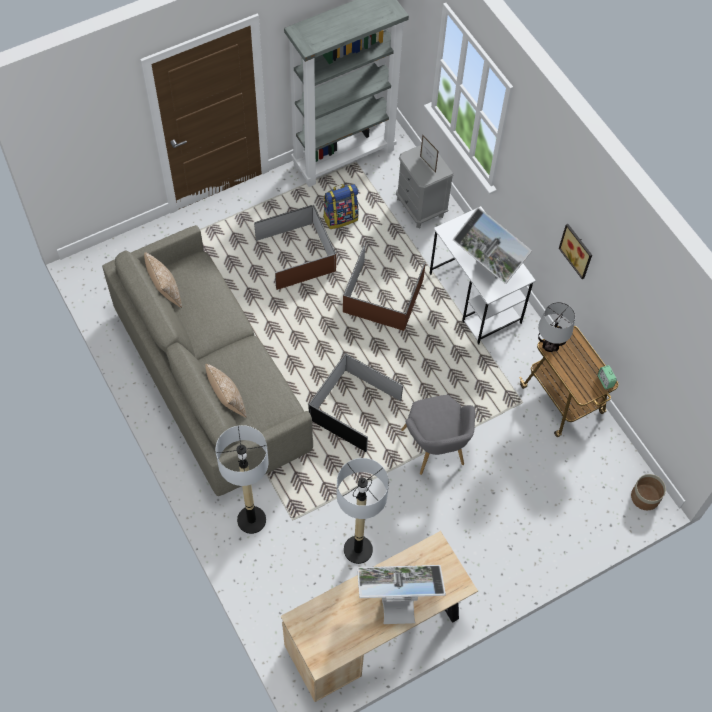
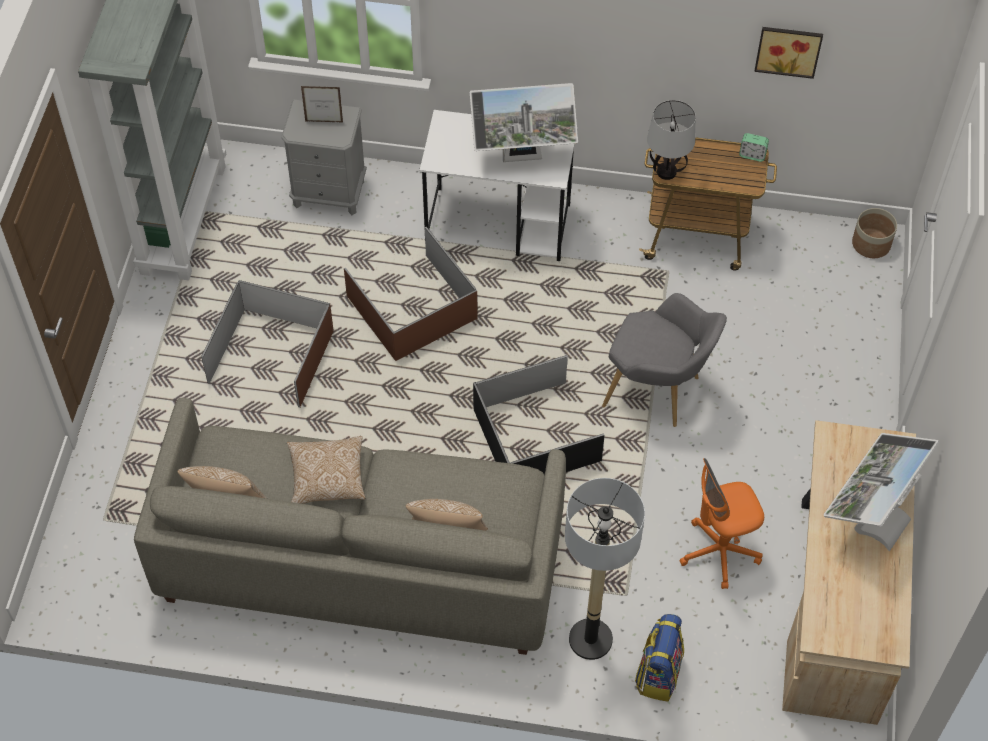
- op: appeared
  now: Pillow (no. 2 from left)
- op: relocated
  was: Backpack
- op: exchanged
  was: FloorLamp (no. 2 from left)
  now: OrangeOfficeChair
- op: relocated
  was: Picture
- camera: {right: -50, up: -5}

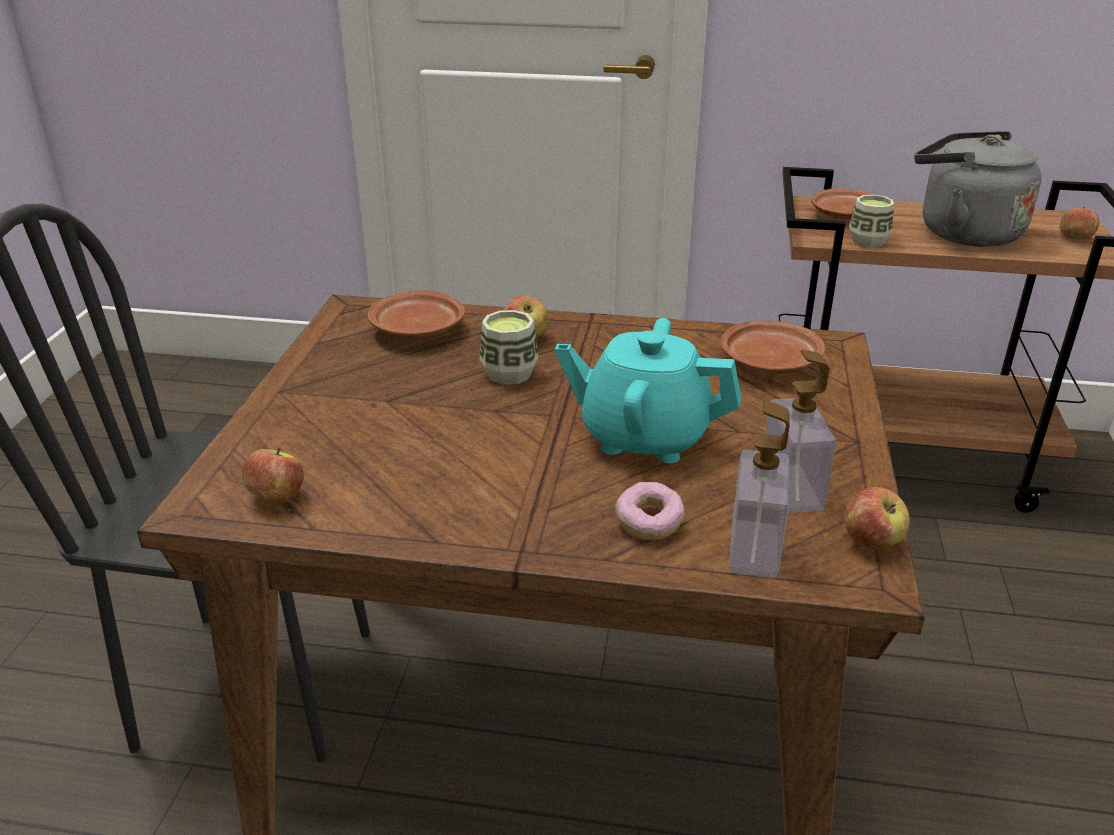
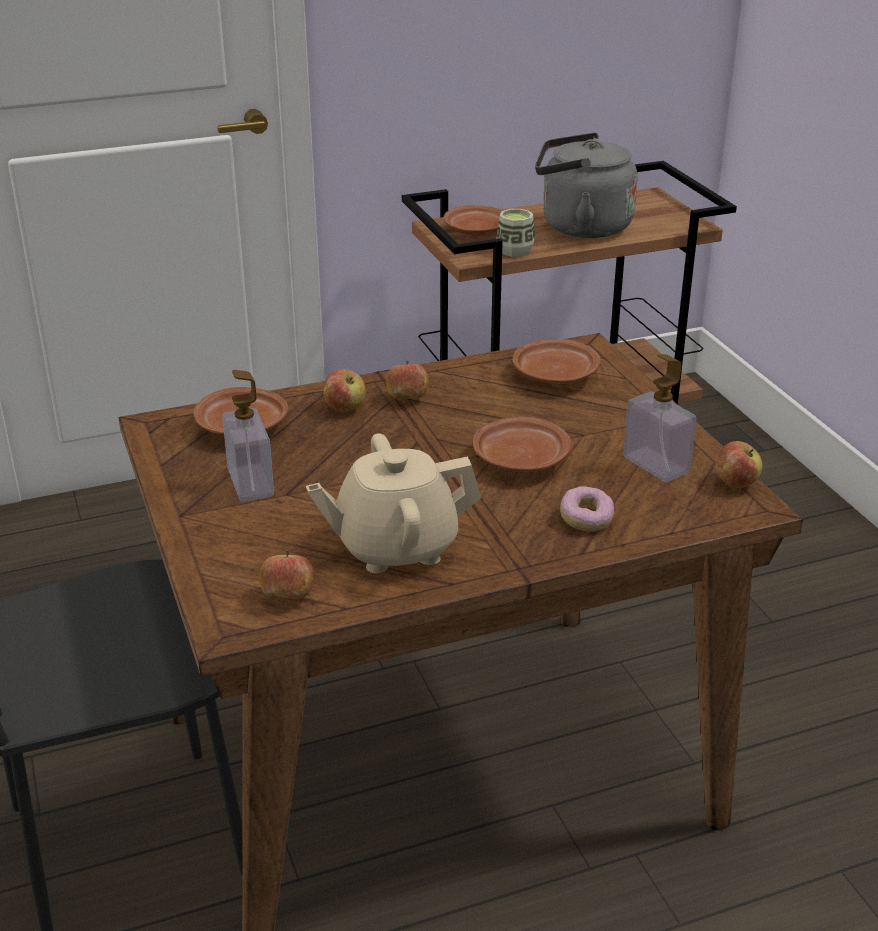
- op: relocated
  was: SoapDispenser (no. 1 from left)
- op: appeared
  now: BeigeTeapot
- op: relocated
  was: Apple (no. 4 from left in the first image)
  now: Apple (no. 3 from left)
- op: exchanged
  was: TurquoiseTeapot
  now: BrownPlate (no. 3 from left)
- op: missing
  was: Cup (no. 1 from left)
- camera: {right: -30, up: 0}

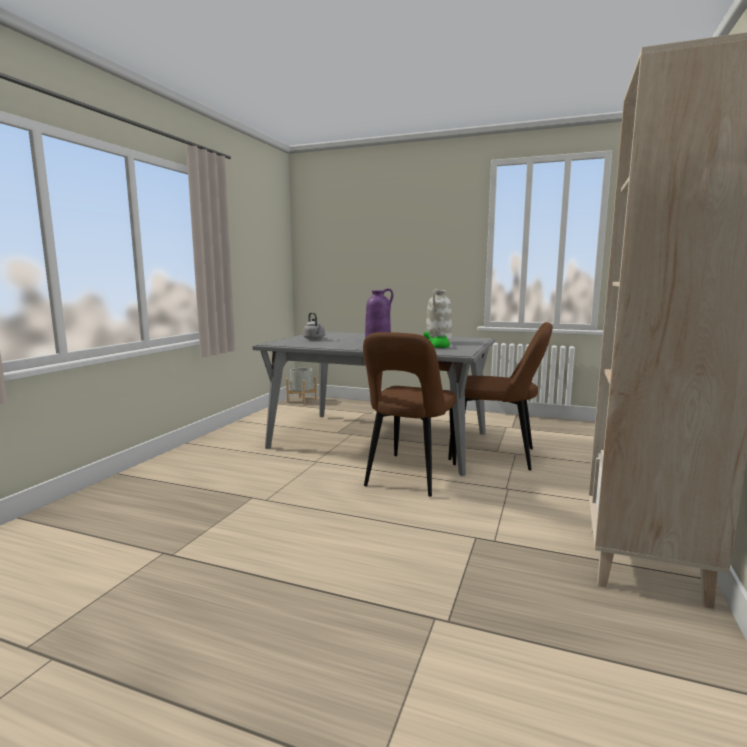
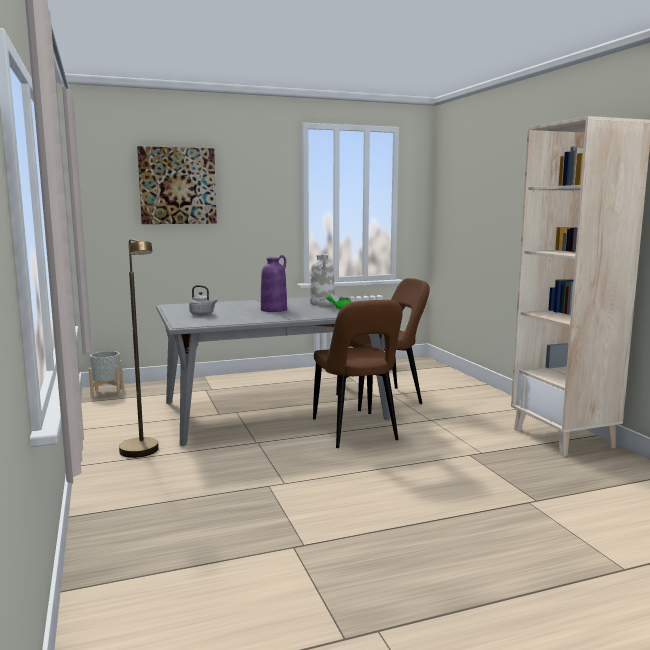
- op: appeared
  now: BrownFloorLamp
- op: appeared
  now: Picture
- camera: {right: -40, up: 0}

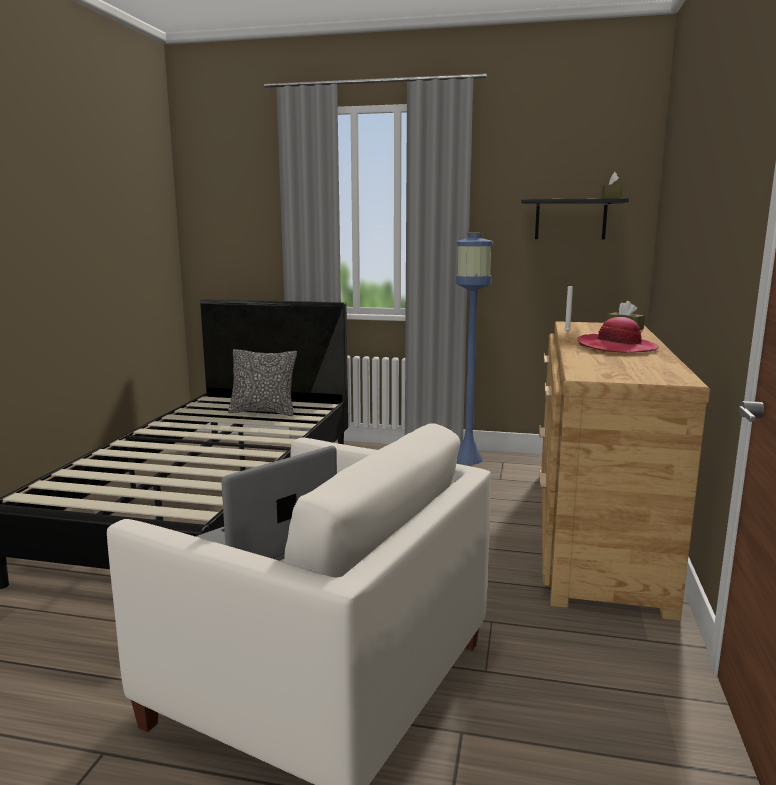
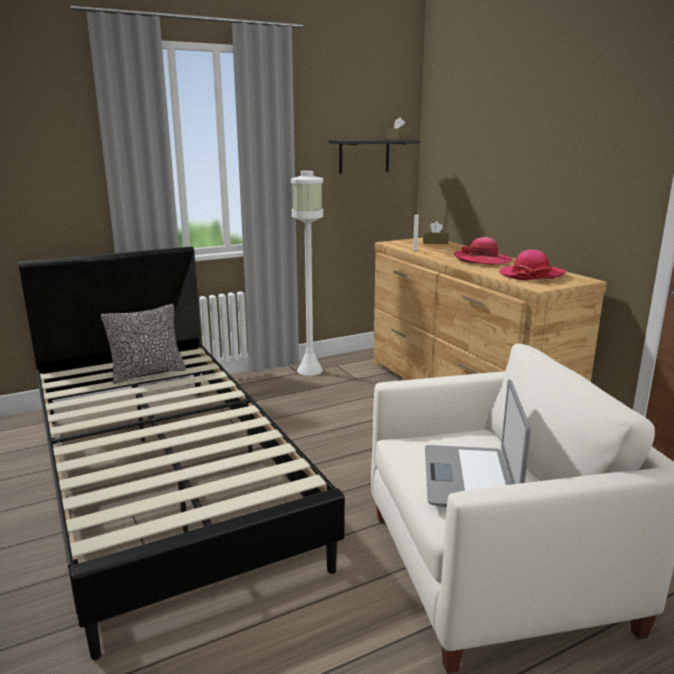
- op: colour
  was: BlueFloorLamp
  now: WhiteFloorLamp
- op: appeared
  now: Hat (no. 2 from left)
- camera: {right: -40, up: 5}

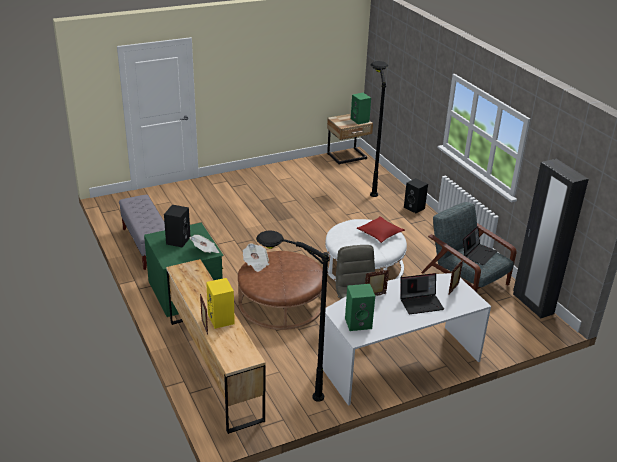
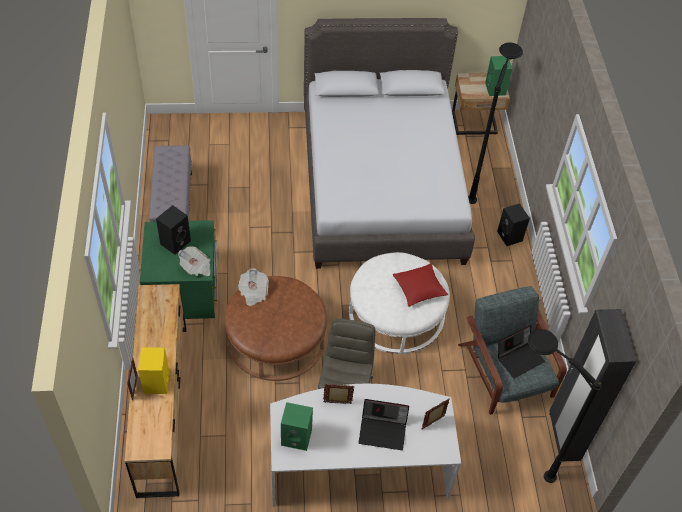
- op: appeared
  now: GreyBed
- op: relocated
  was: BlackFloorLamp (no. 1 from left in the first image)
  now: BlackFloorLamp (no. 2 from left)
- camera: {right: 20, up: 20}

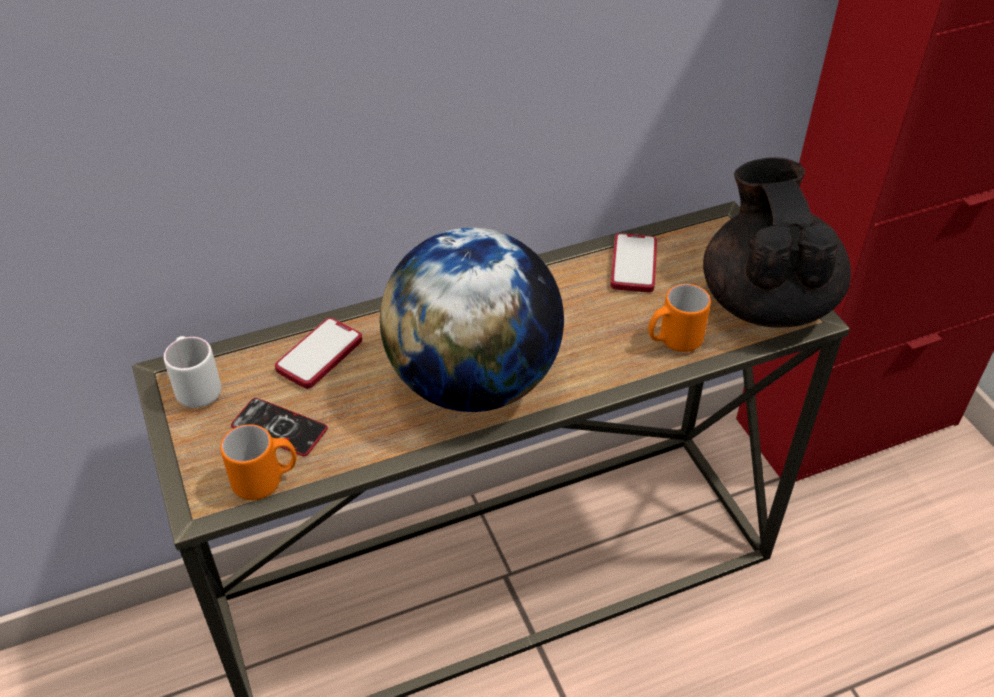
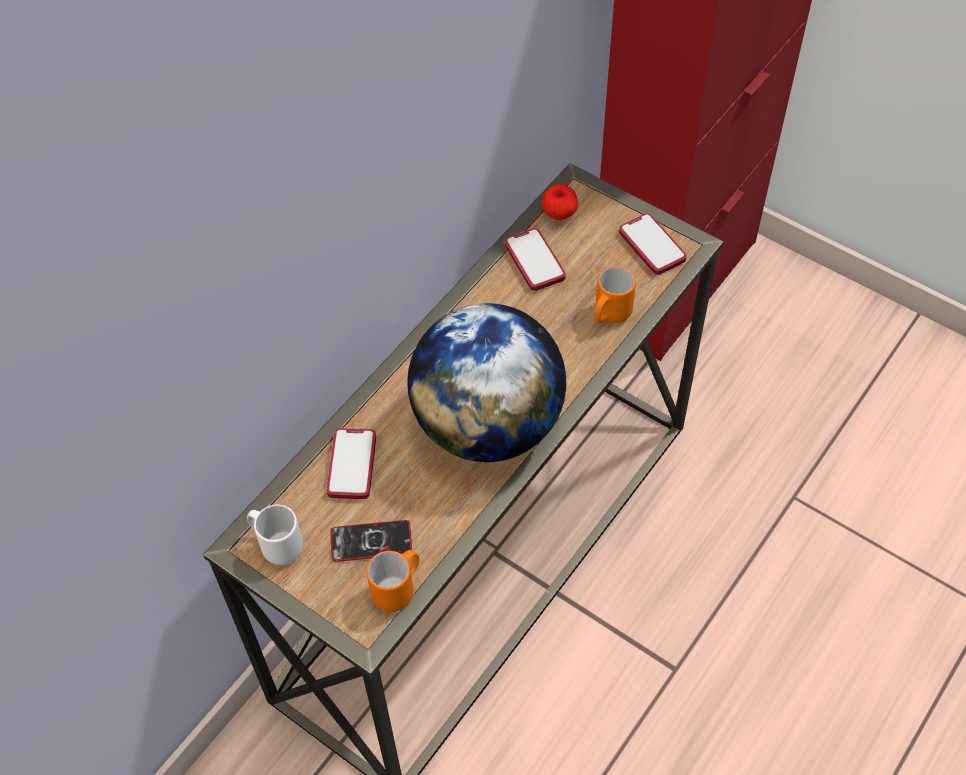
- op: appeared
  now: Apple
- op: exchanged
  was: BlackTeapot
  now: Phone (no. 4 from left)
- camera: {right: -30, up: 10}

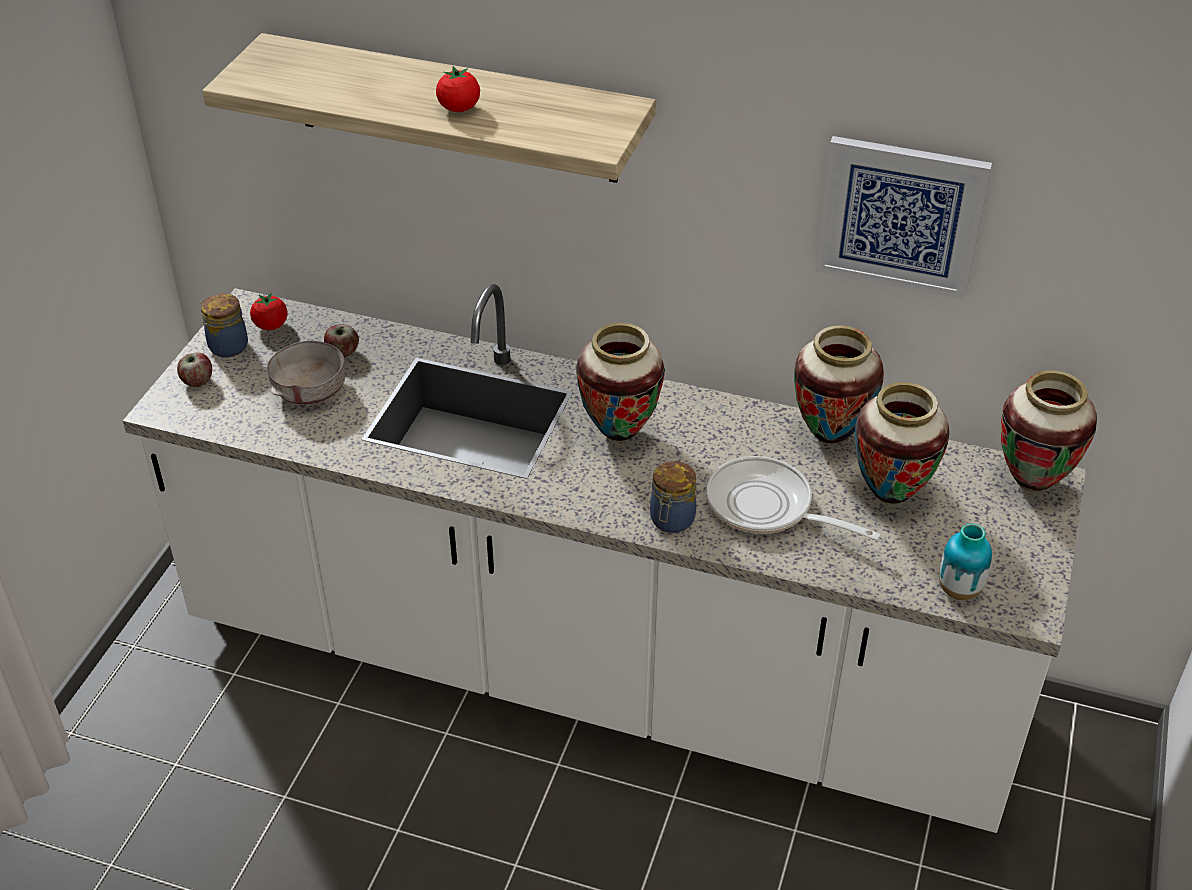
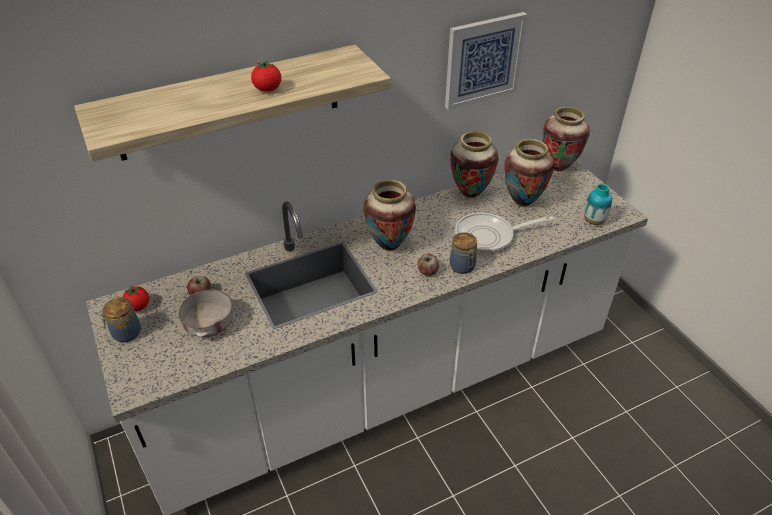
- op: relocated
  was: Apple (no. 1 from left in the first image)
  now: Apple (no. 2 from left)
- camera: {right: -45, up: 0}

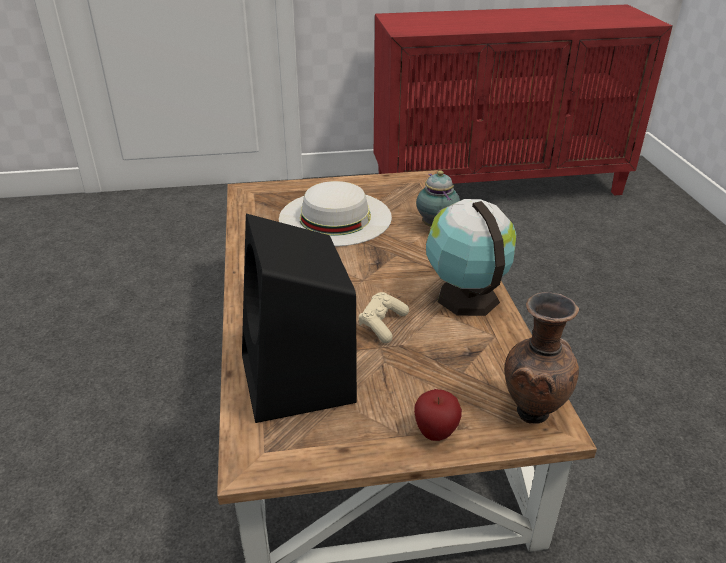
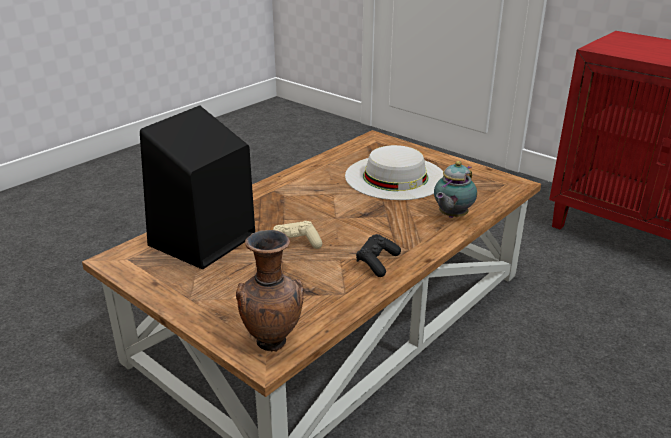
- op: exchanged
  was: Globe
  now: BlackGameController
- op: missing
  was: Apple
- camera: {right: 50, up: -5}

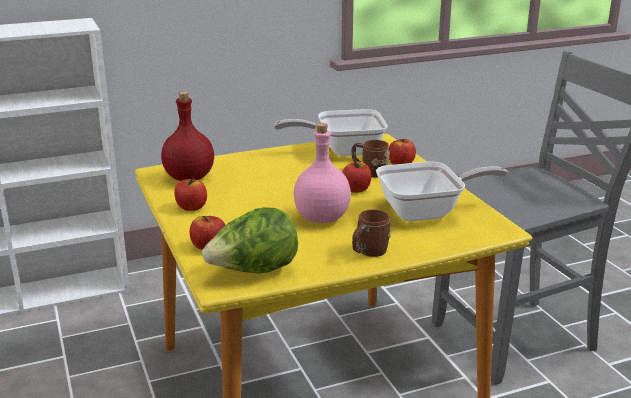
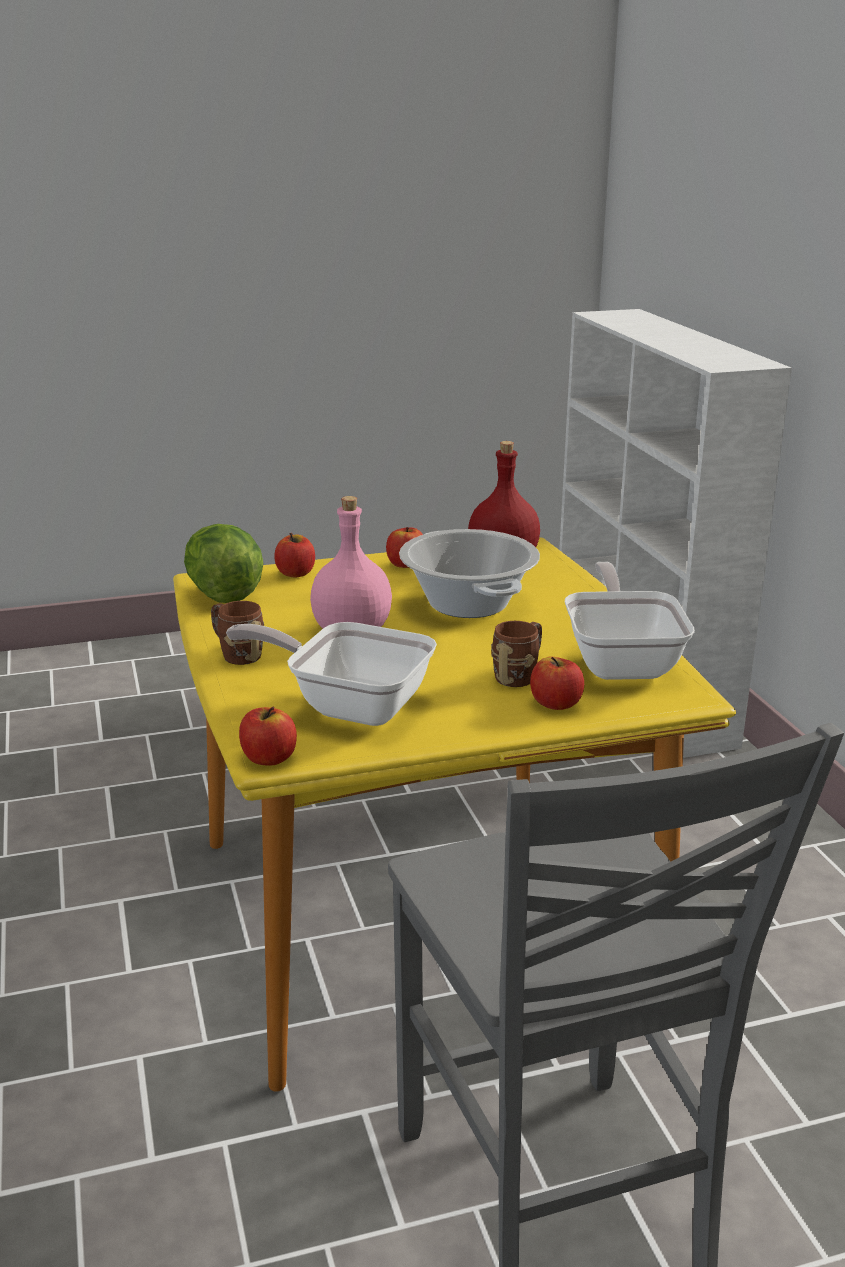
- op: spun
  was: FryingPan (no. 2 from left in the first image)
  clockwise: 120
- op: relocated
  was: Apple (no. 3 from left in the first image)
  now: Apple (no. 1 from left)
- op: appeared
  now: CookingPot
- camera: {right: 95, up: 0}

